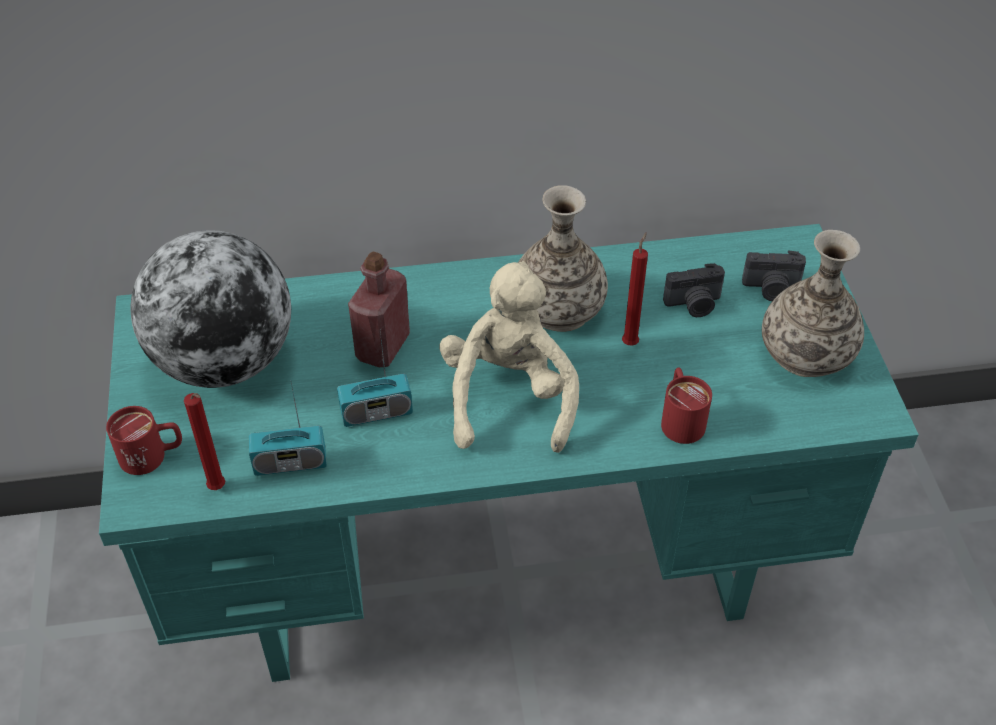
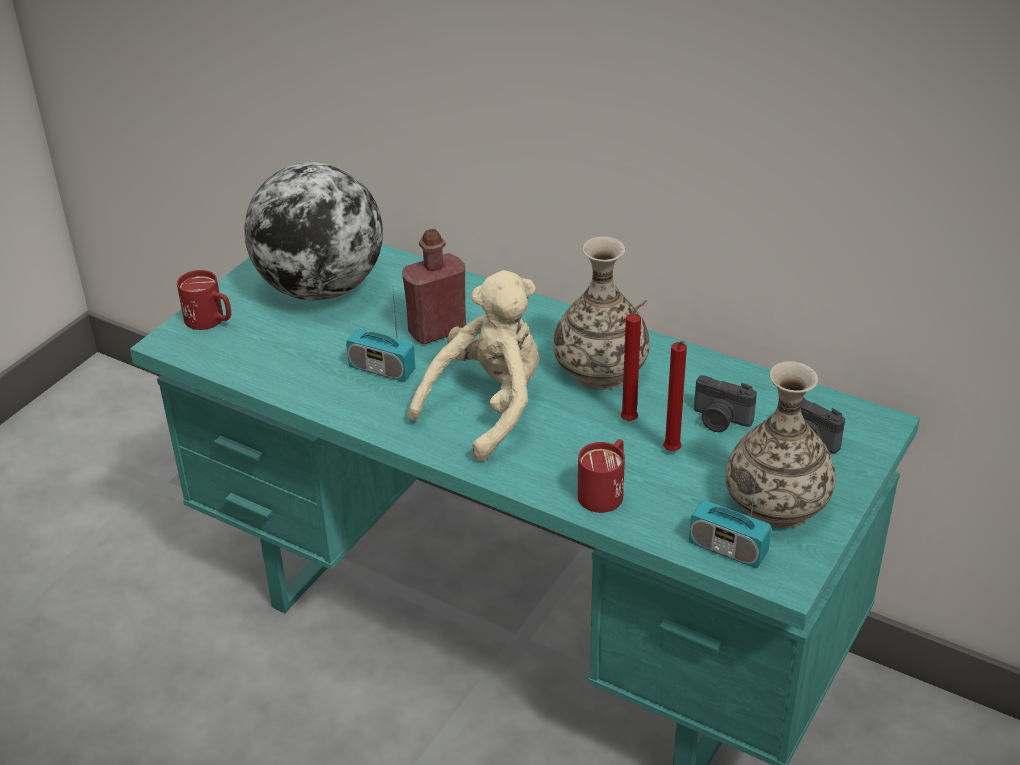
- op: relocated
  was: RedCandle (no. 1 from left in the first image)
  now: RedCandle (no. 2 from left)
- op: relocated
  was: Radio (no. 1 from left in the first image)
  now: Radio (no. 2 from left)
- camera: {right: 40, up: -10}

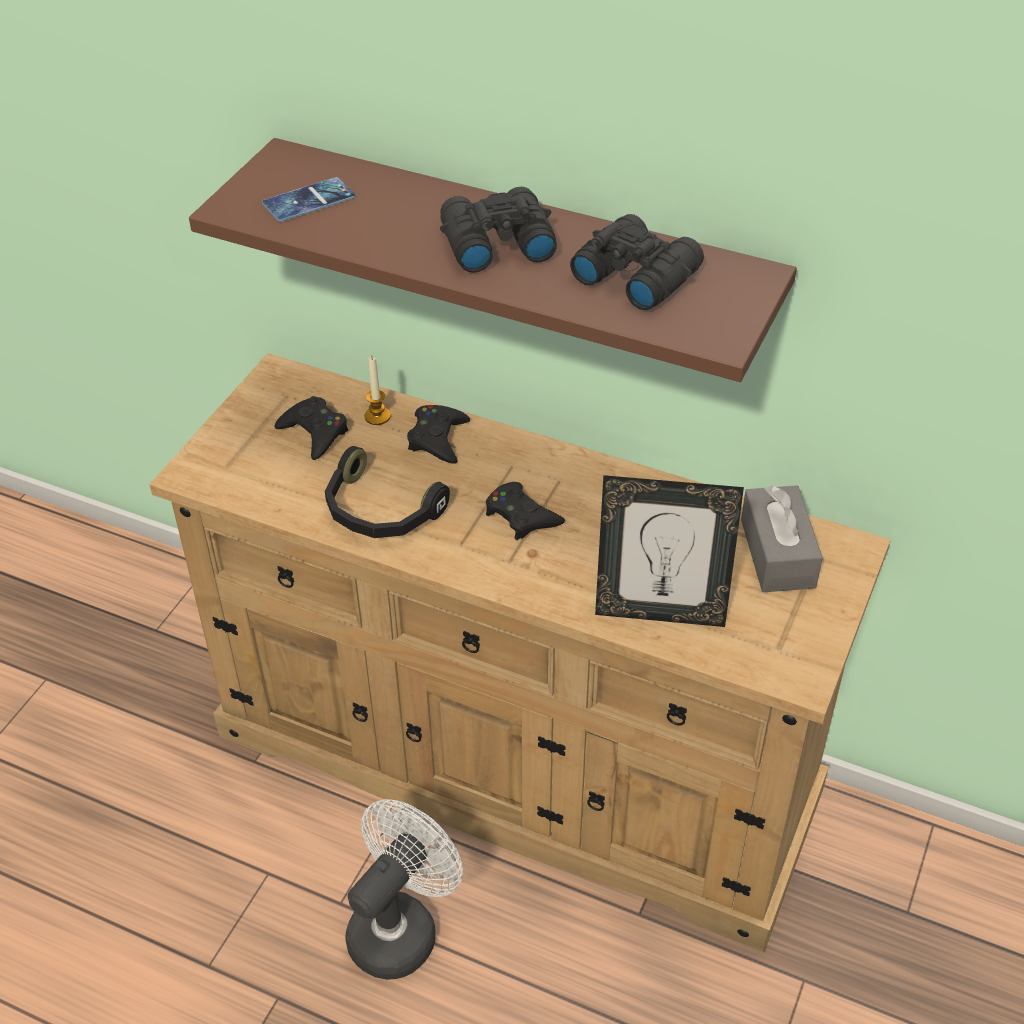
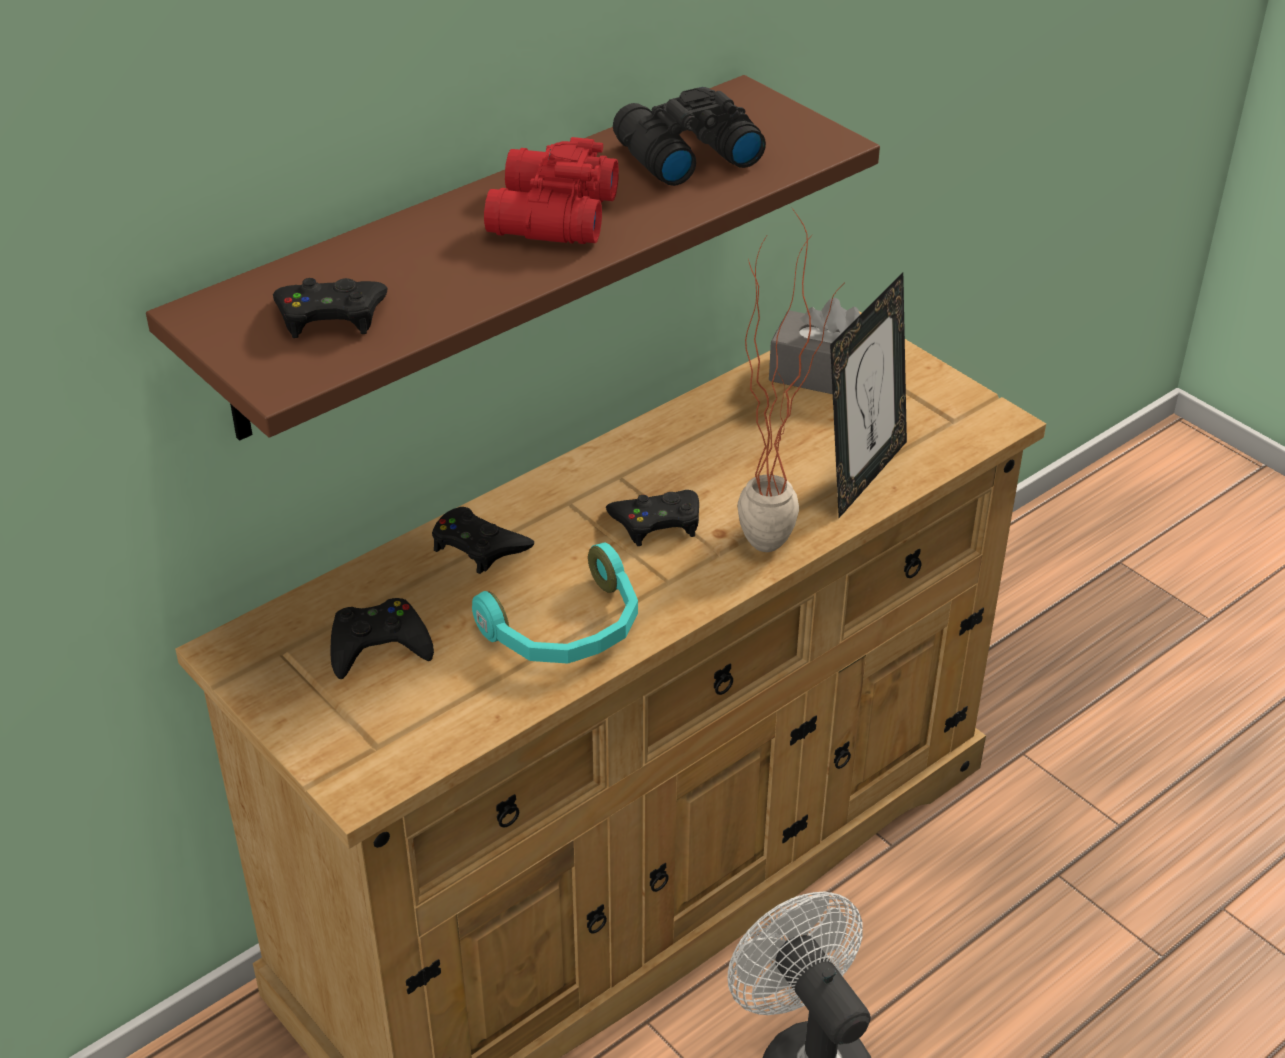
- op: exchanged
  was: Phone
  now: BlackGameController (no. 1 from left)
- op: colour
  was: BlackHeadphones
  now: TurquoiseHeadphones
- op: colour
  was: BlackBinoculars (no. 1 from left)
  now: RedBinoculars
- op: appeared
  now: PottedPlant
- op: missing
  was: Candle
- camera: {right: -65, up: -5}

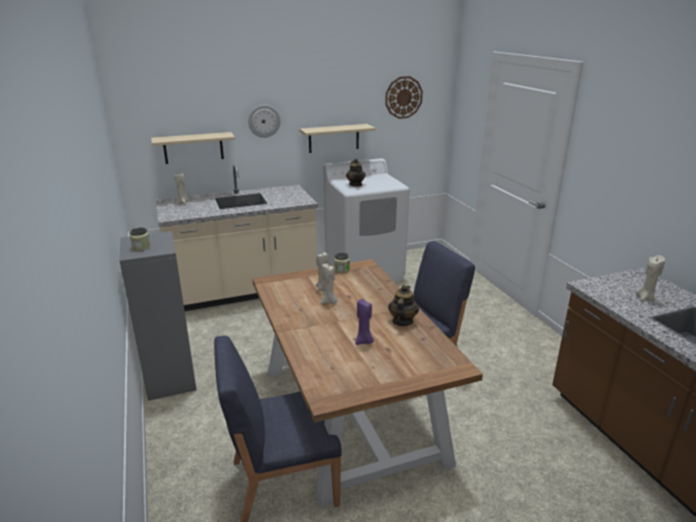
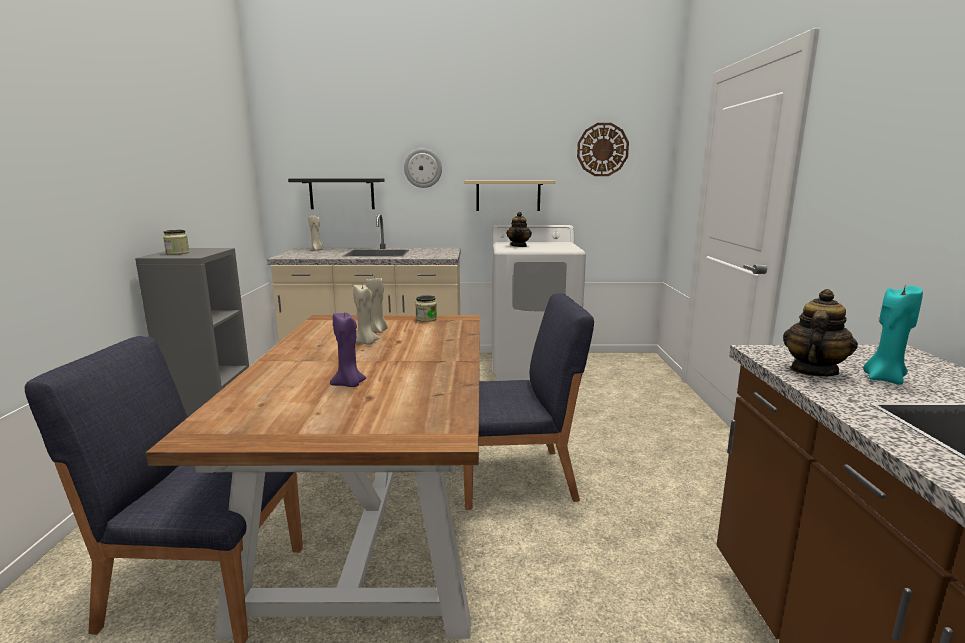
- op: colour
  was: BeigeShelf (no. 1 from left)
  now: BlackShelf
- op: relocated
  was: Teapot (no. 2 from left)
- op: colour
  was: BeigeCandle (no. 4 from left)
  now: TurquoiseCandle
- camera: {right: 20, up: -10}

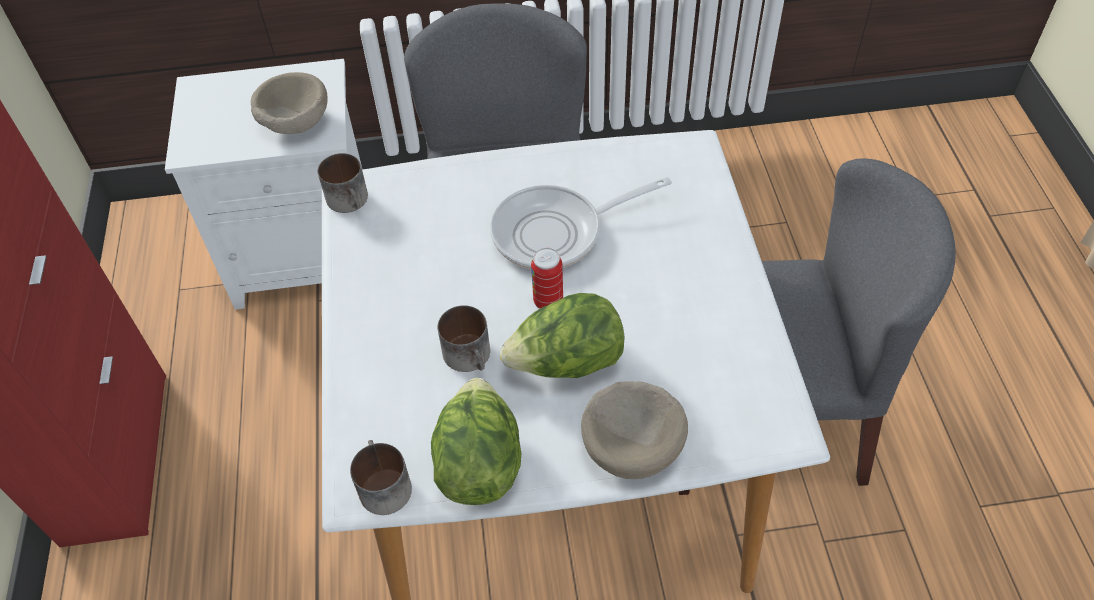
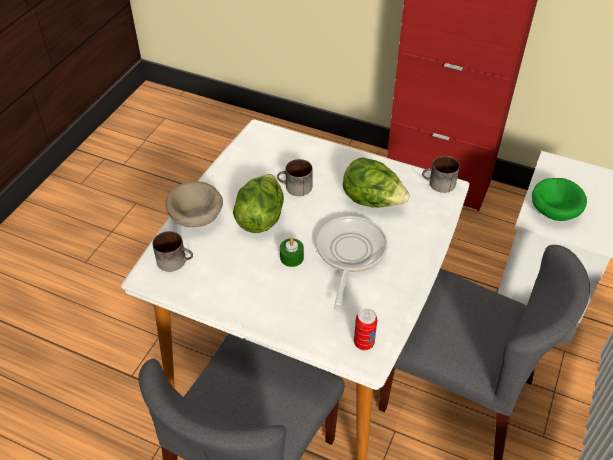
- op: relocated
  was: Mug (no. 2 from left in the first image)
  now: Mug (no. 1 from left)
- op: appeared
  now: GreenCandle
- op: relocated
  was: Lettuce (no. 1 from left in the first image)
  now: Lettuce (no. 2 from left)
- op: relocated
  was: Can
- op: colour
  was: BeigeBowl (no. 1 from left)
  now: GreenBowl
- camera: {right: 120, up: -5}

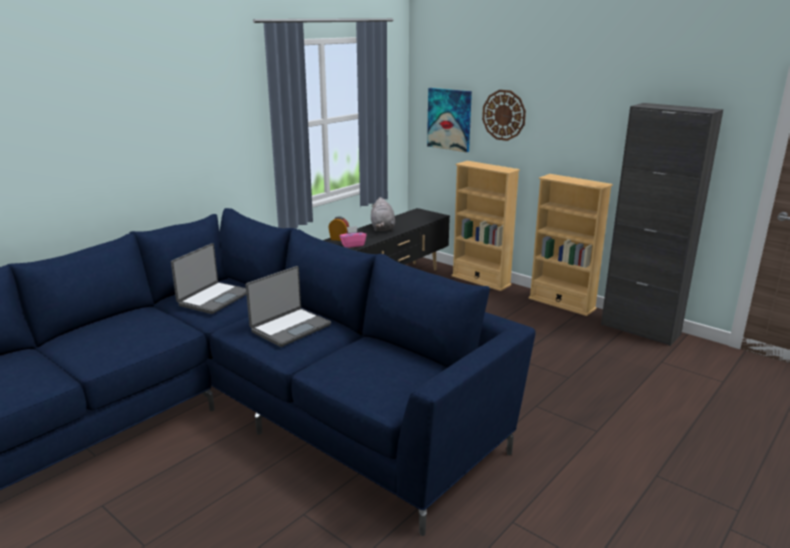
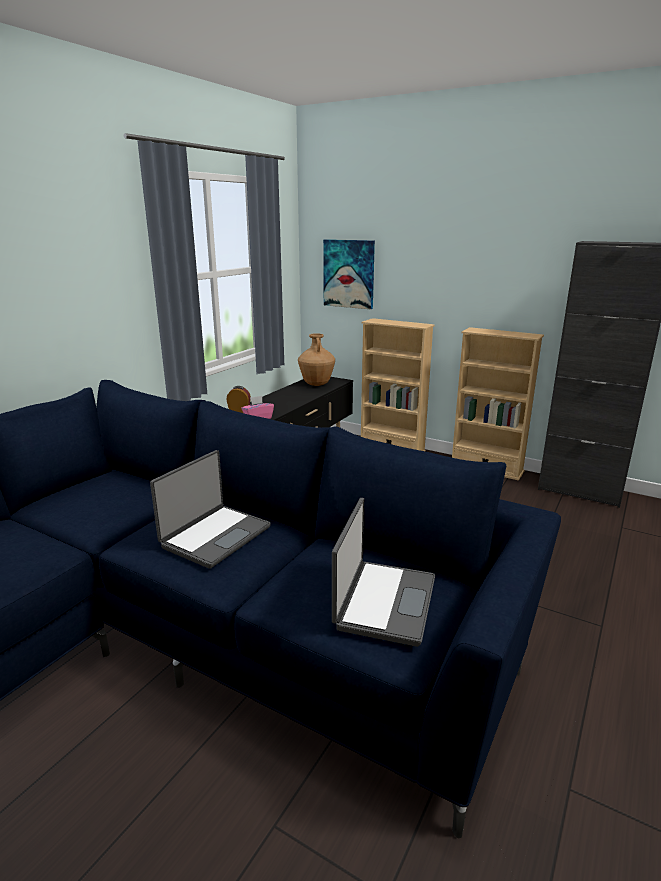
- op: appeared
  now: BrownVase
- op: relocated
  was: Laptop (no. 1 from left in the first image)
  now: Laptop (no. 2 from left)
- op: missing
  was: GreyPlushToy
- op: missing
  was: WallClock
- camera: {right: -10, up: 0}

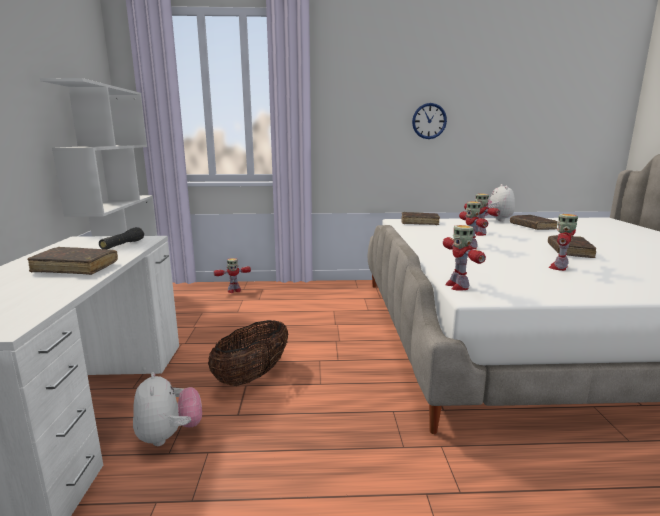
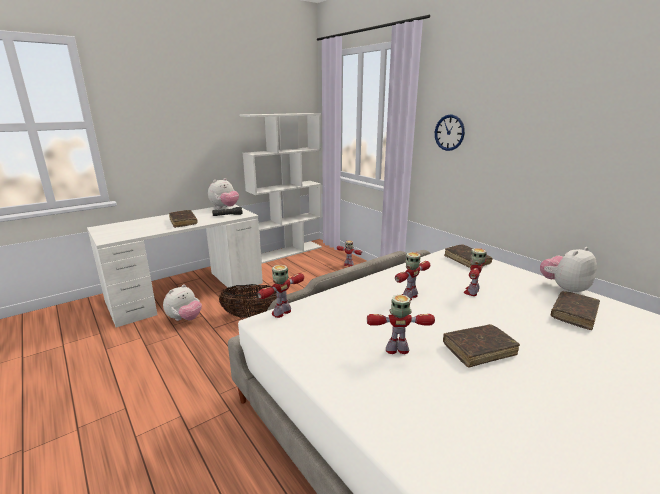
- op: appeared
  now: PlushToy (no. 2 from left)
- op: relocated
  was: WallClock
- camera: {right: 55, up: 5}

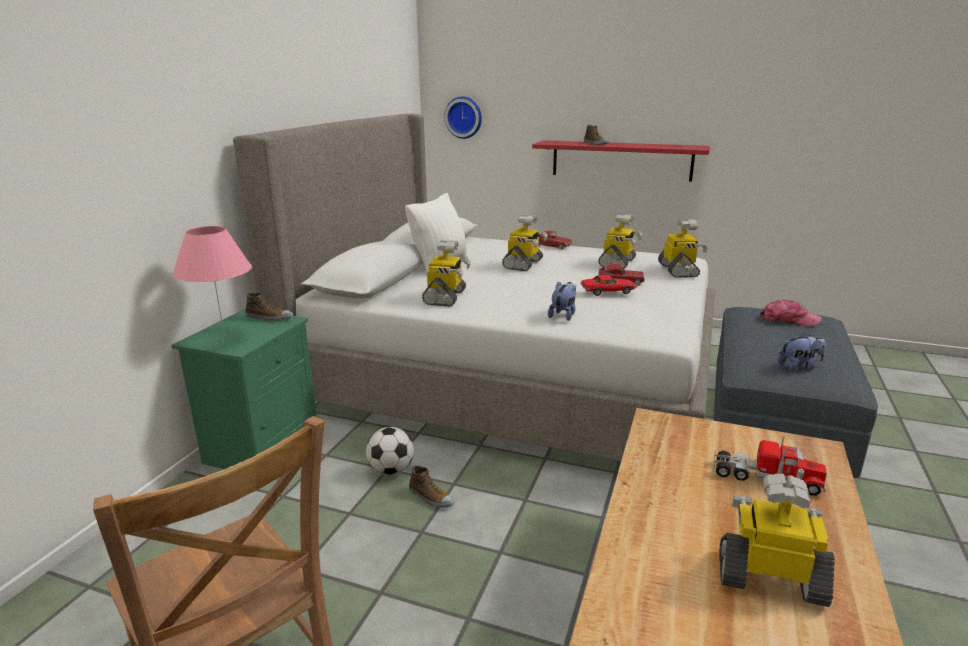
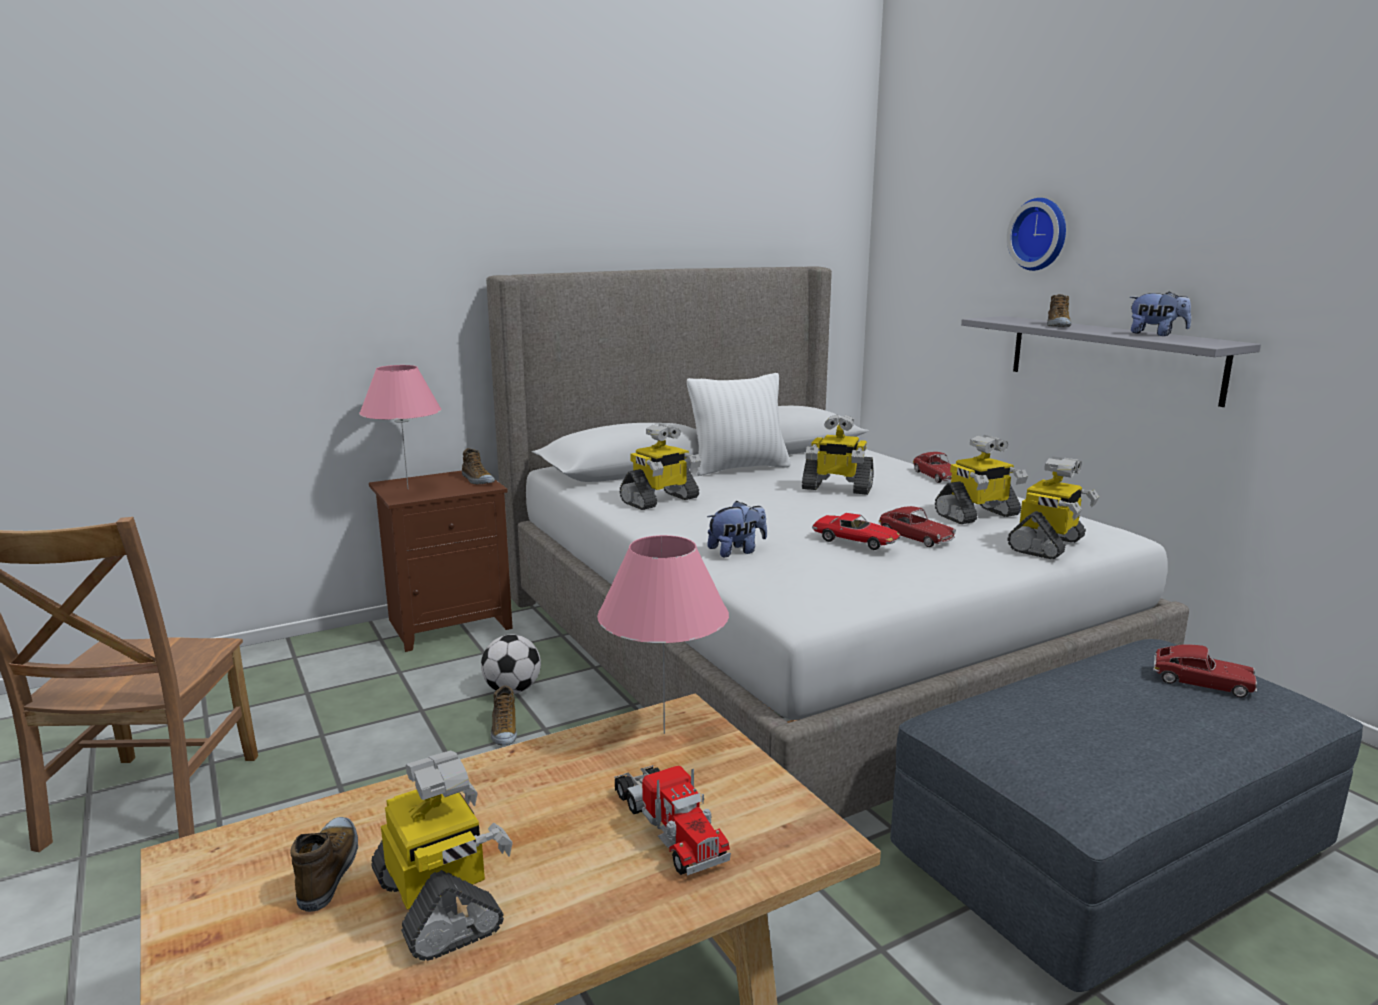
- op: appeared
  now: Shoe (no. 1 from left)
- op: colour
  was: GreenNightstand
  now: BrownNightstand
- op: appeared
  now: PinkTableLamp (no. 2 from left)
- op: spun
  was: ToyRobot (no. 2 from left in the first image)
  clockwise: 45
- op: colour
  was: RedShelf
  now: GreyShelf
- op: relocated
  was: WallClock
- op: relocated
  was: PlushToy (no. 2 from left)
- op: exchanged
  was: Cap
  now: ToyCar (no. 4 from left)
- camera: {right: 40, up: -5}

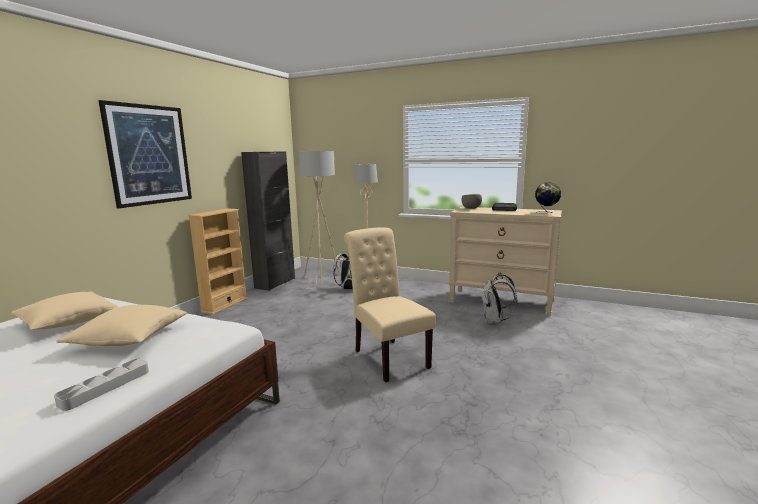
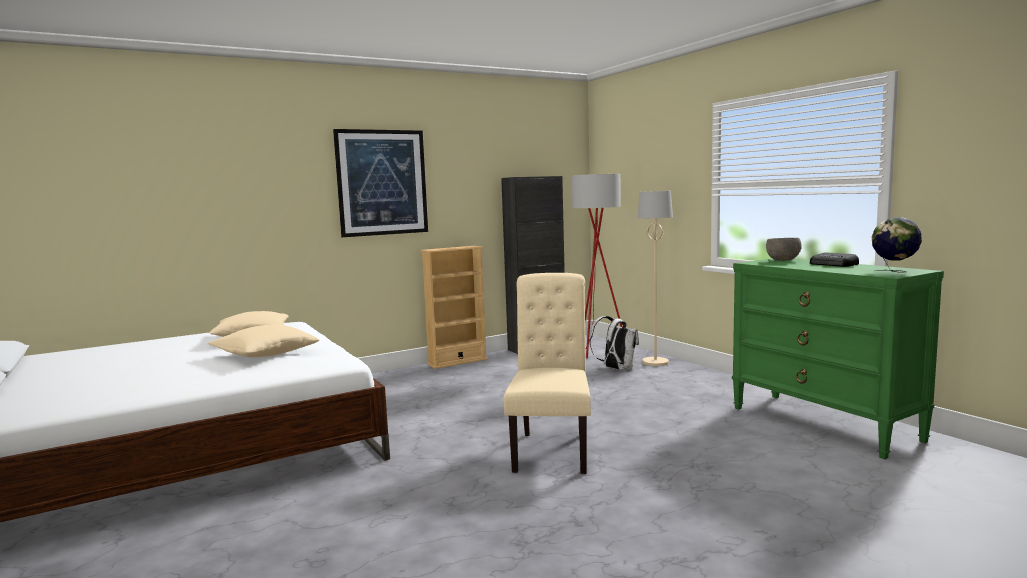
- op: colour
  was: BeigeFloorLamp (no. 1 from left)
  now: RedFloorLamp
- op: colour
  was: BeigeDresser
  now: GreenDresser
- op: missing
  was: GreyTray
- op: missing
  was: WhiteBackpack (no. 2 from left)
- camera: {right: 35, up: -5}

